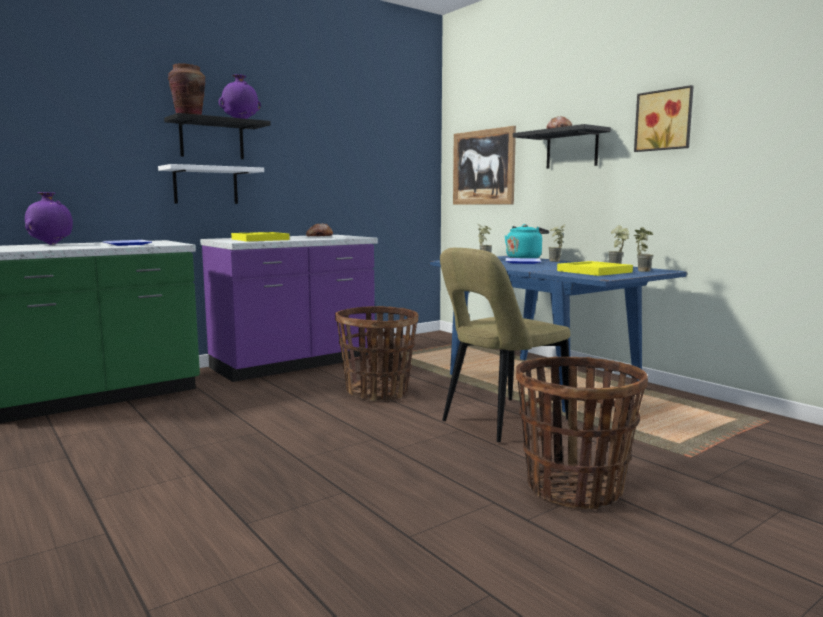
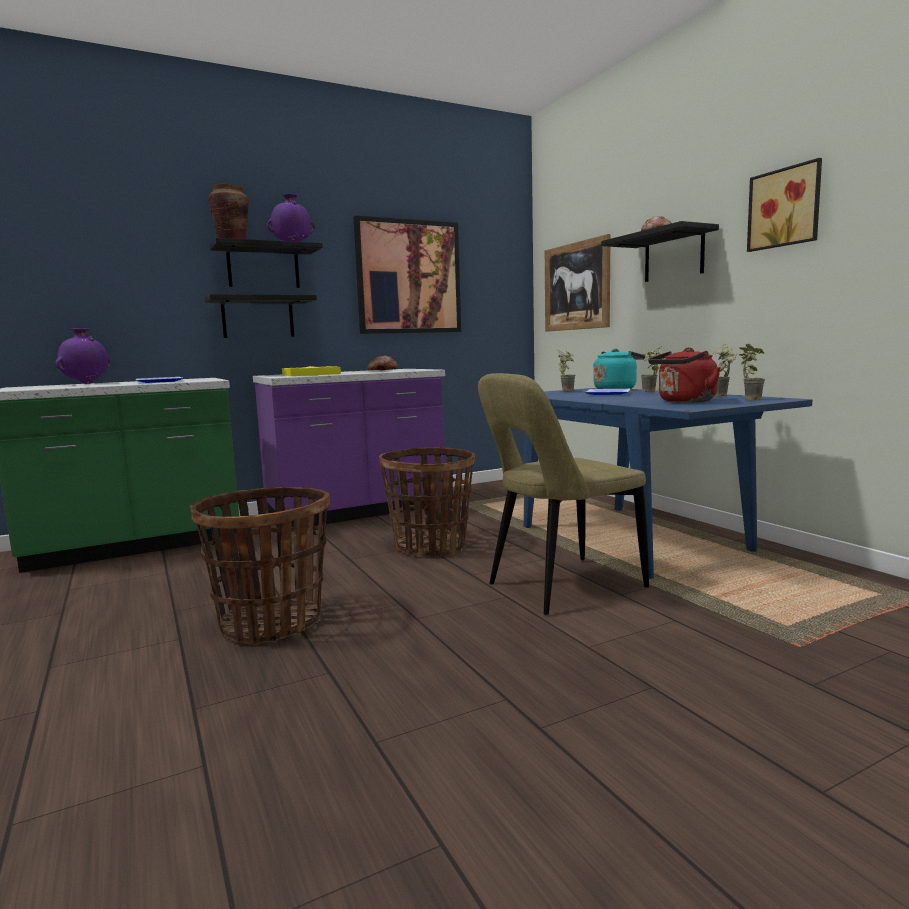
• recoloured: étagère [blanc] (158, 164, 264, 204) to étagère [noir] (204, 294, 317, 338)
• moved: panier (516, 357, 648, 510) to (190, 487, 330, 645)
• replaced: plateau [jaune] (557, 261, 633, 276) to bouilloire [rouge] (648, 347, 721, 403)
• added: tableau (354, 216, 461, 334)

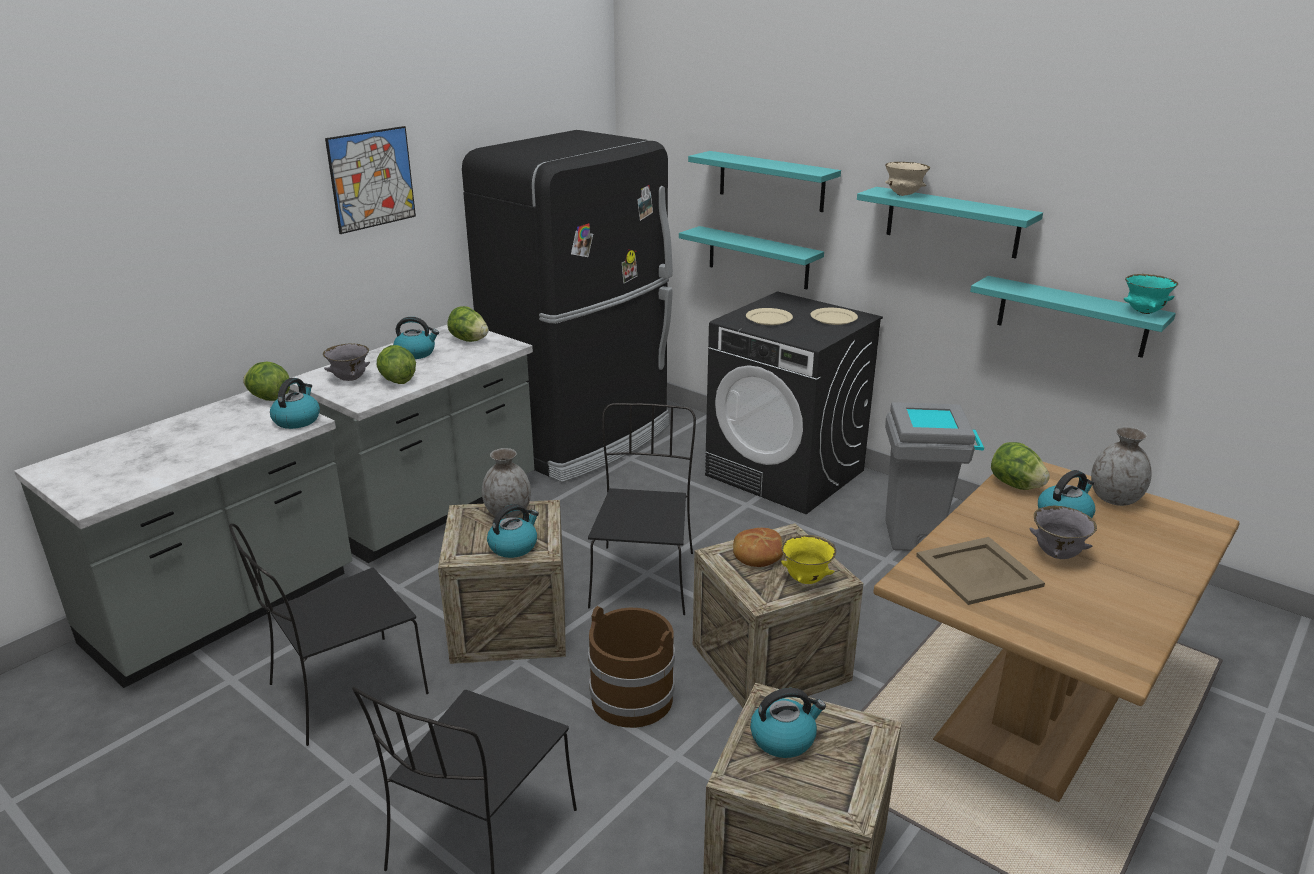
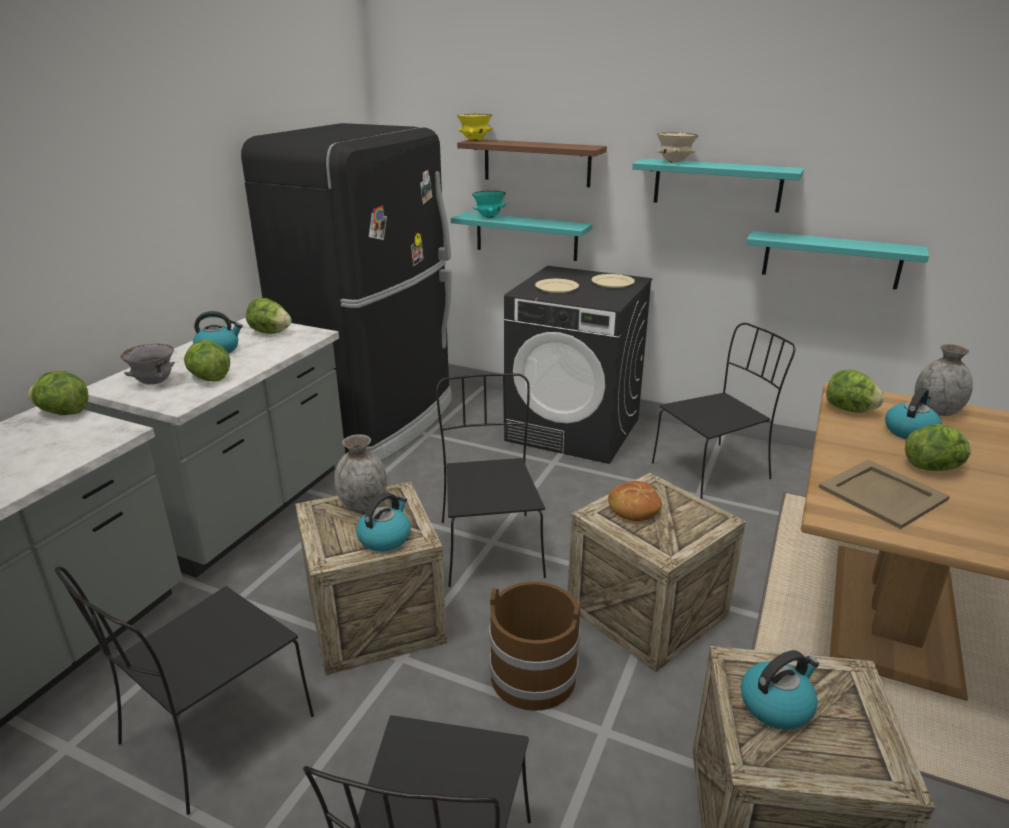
• removed: bouilloire (270, 378, 320, 429)
• removed: tableau (325, 126, 416, 234)
• recoloured: étagère [turquoise] (688, 151, 841, 212) to étagère [marron] (457, 139, 607, 187)
• moved: bol [jaune] (781, 535, 836, 584) to (457, 114, 493, 141)
• replaced: poubelle [gris] (885, 402, 984, 551) to chaise [noir] (652, 323, 795, 499)
• replaced: bol [gris] (1030, 506, 1097, 559) to laitue (905, 424, 971, 471)
• moved: bol [turquoise] (1124, 274, 1178, 314) to (472, 190, 507, 218)

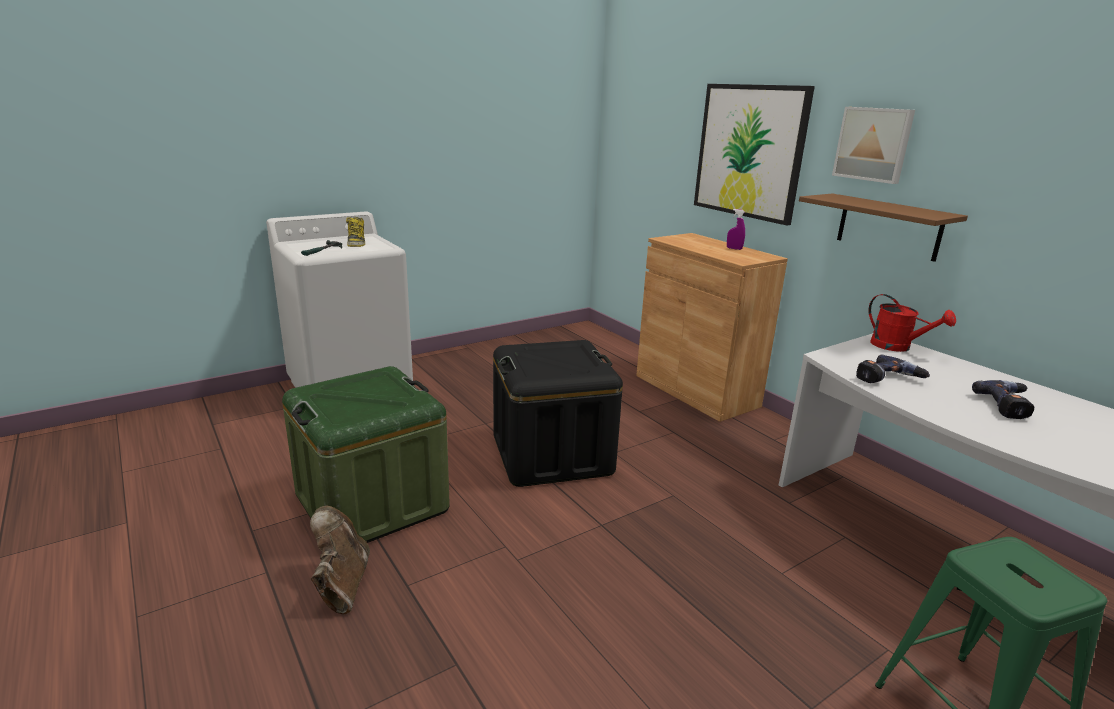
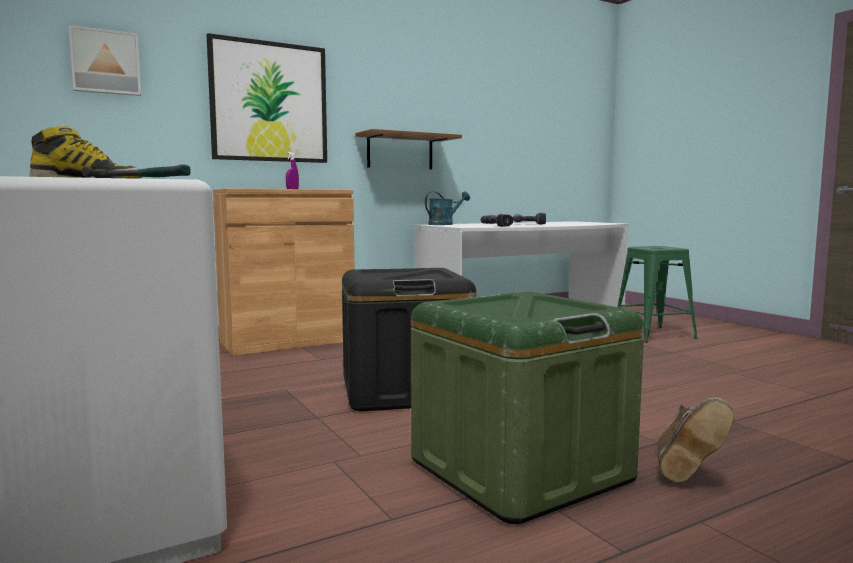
• turned: botte [marron] (310, 506, 370, 615) = (657, 397, 734, 482) 75 degrees counterclockwise
• moved: tableau (832, 107, 915, 184) to (68, 25, 141, 96)
• recoloured: arrosoir [rouge] (868, 294, 956, 352) to arrosoir [turquoise] (425, 191, 470, 225)

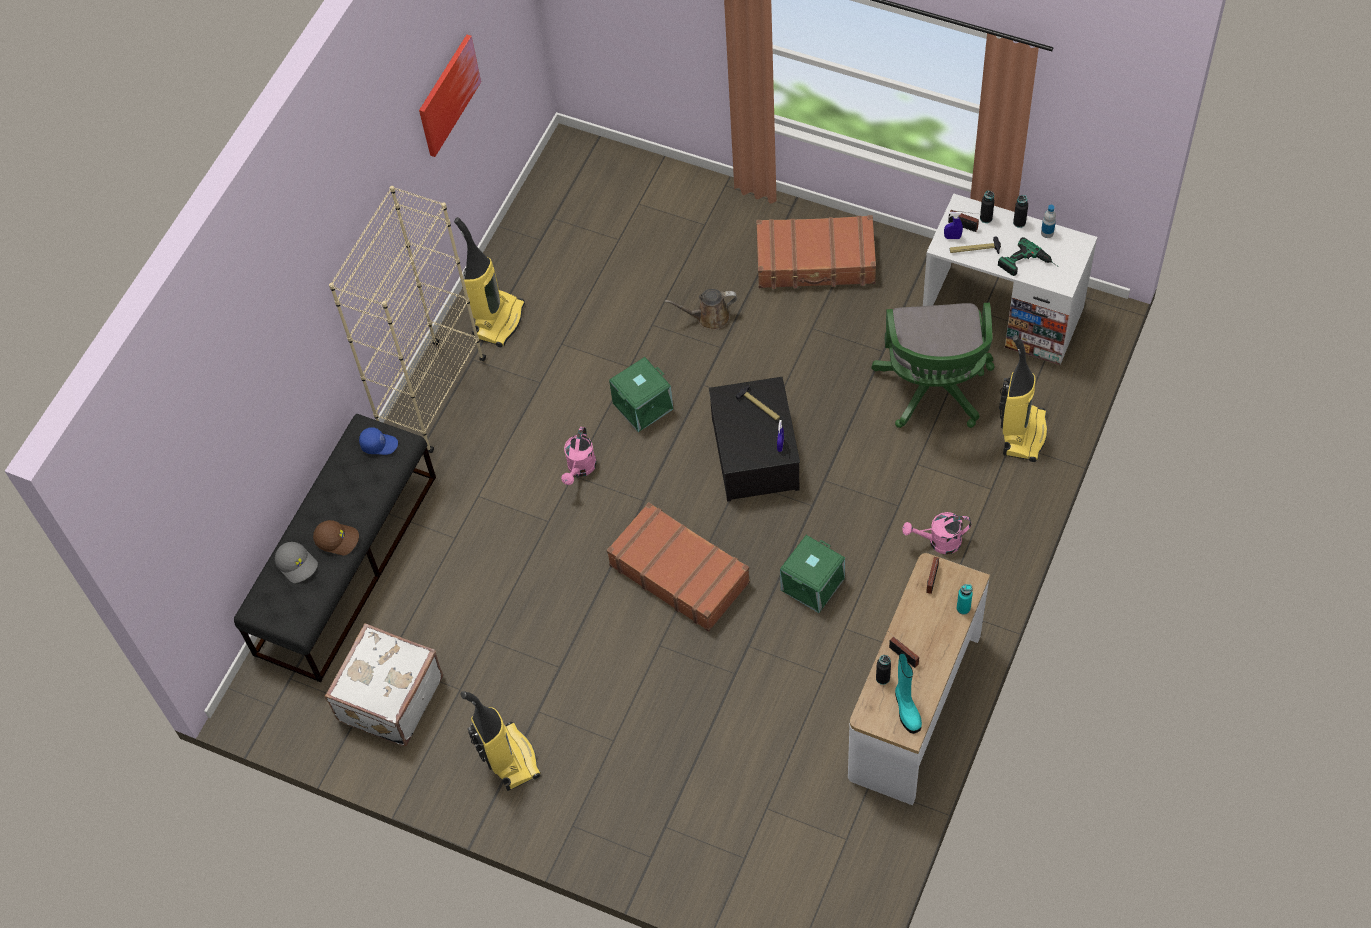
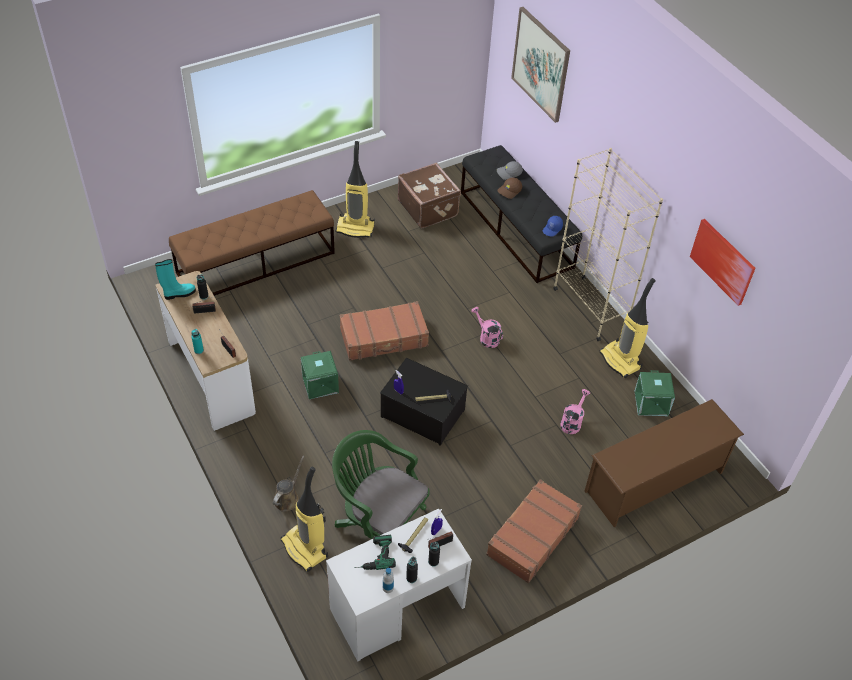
• recoloured: valise [blanc] (325, 623, 443, 746) to valise [marron] (398, 163, 461, 229)
• moved: boîte de rangement [vert] (609, 357, 673, 432) to (635, 370, 675, 416)
• moved: arrosoir [marron] (665, 289, 737, 330) to (273, 456, 305, 512)
• turned: botte [turquoise] (895, 653, 922, 734) = (155, 259, 196, 300) 135 degrees clockwise
• moved: arrosoir [rose] (902, 512, 971, 554) to (560, 389, 590, 434)
• added: banc [marron] (169, 190, 335, 296)
• added: tableau (511, 7, 570, 123)
• added: étagère à chaussures [marron] (584, 399, 744, 527)

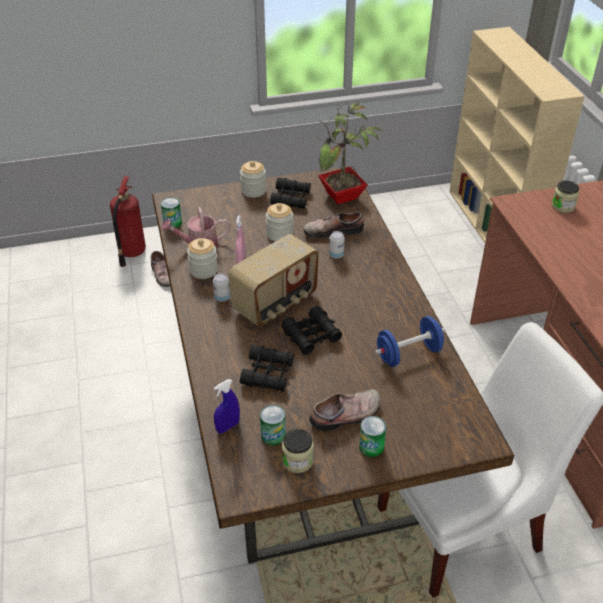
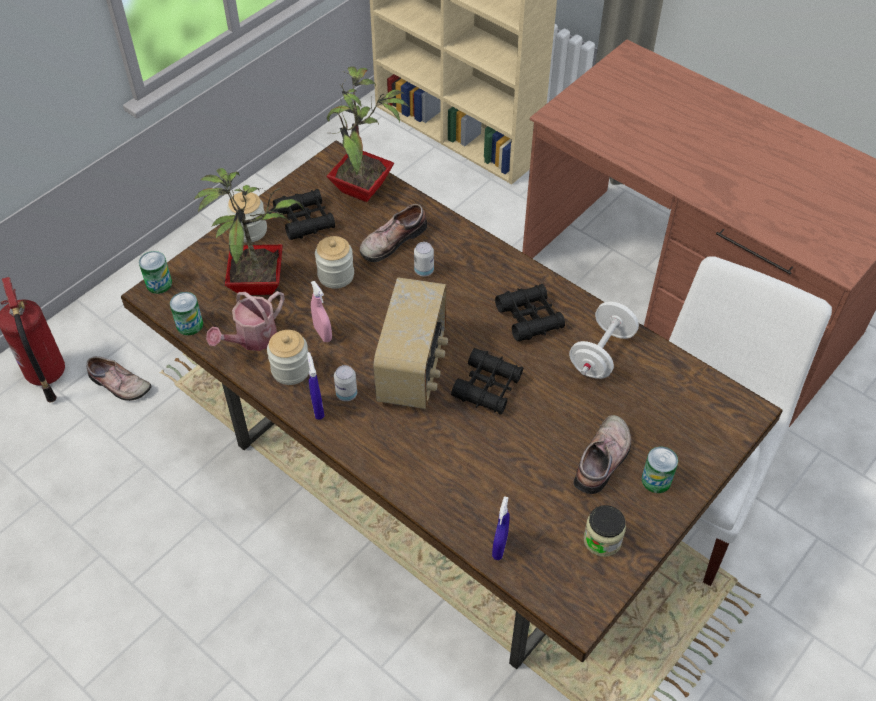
• moved: jumelles [noir] (240, 345, 294, 392) to (495, 284, 565, 341)
• moved: boîte métallique (260, 405, 286, 446) to (139, 251, 172, 294)
• recoloured: haltère [bleu] (374, 316, 445, 367) to haltère [blanc] (569, 302, 639, 379)
• removed: bocal (552, 181, 579, 213)
• added: plante en pot (194, 168, 304, 295)
• added: vaporisateur [bleu] (307, 352, 325, 420)

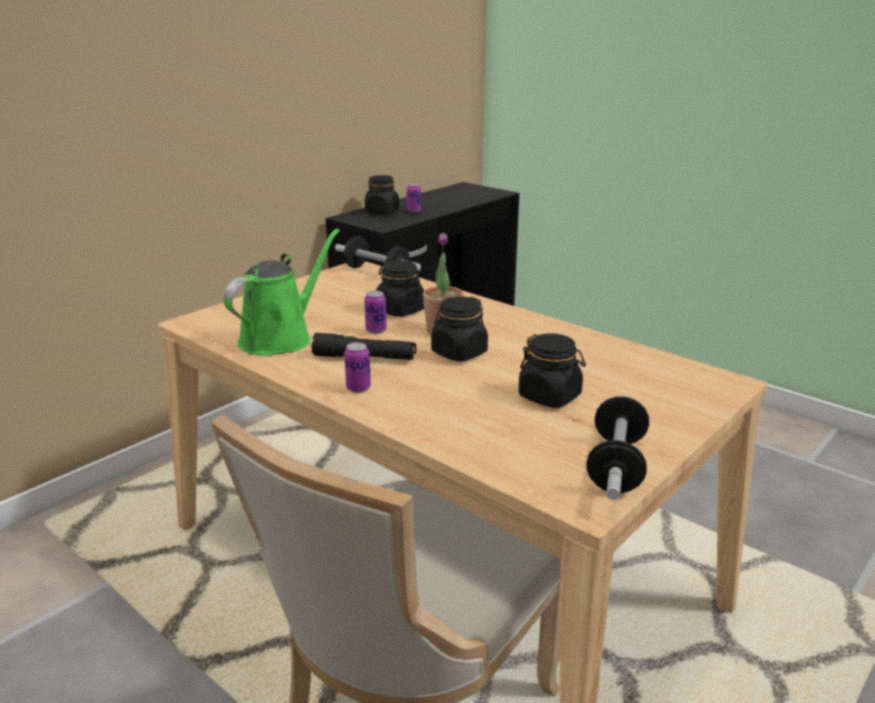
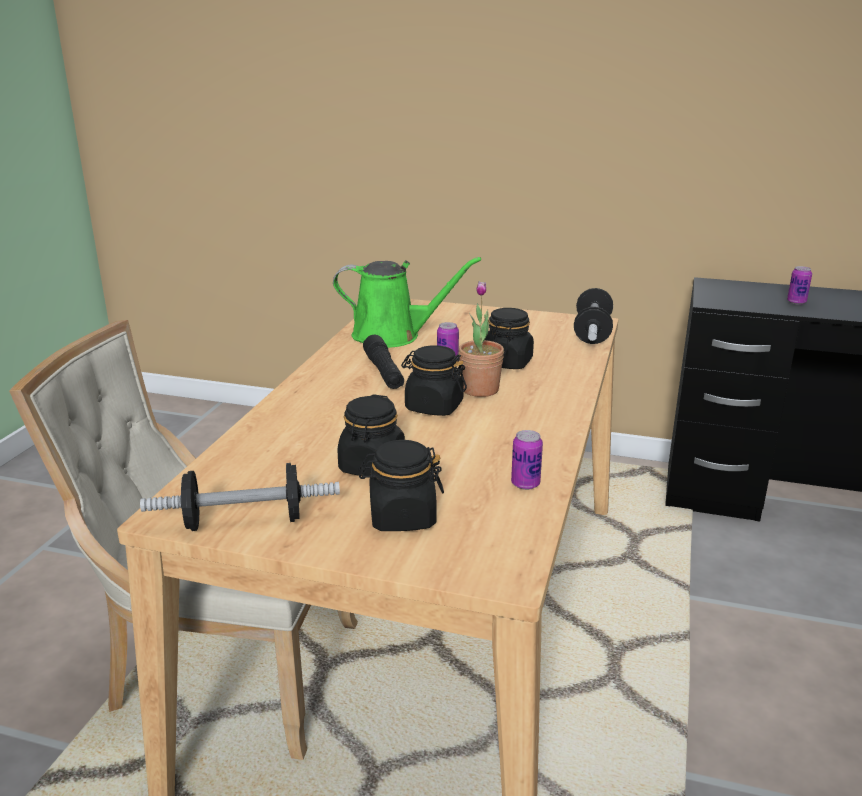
• moved: boîte métallique (344, 342, 371, 393) to (511, 430, 543, 490)
• moved: bocal [noir] (365, 175, 399, 214) to (359, 440, 444, 531)

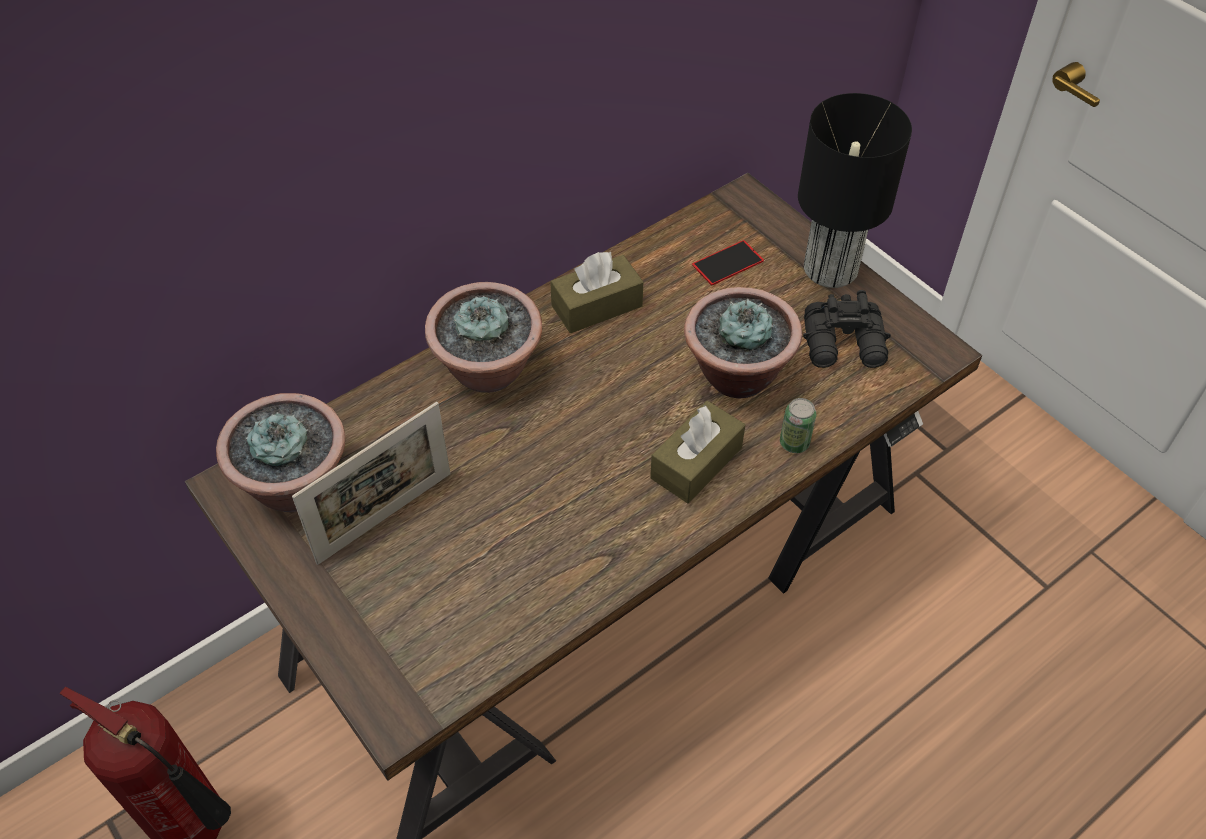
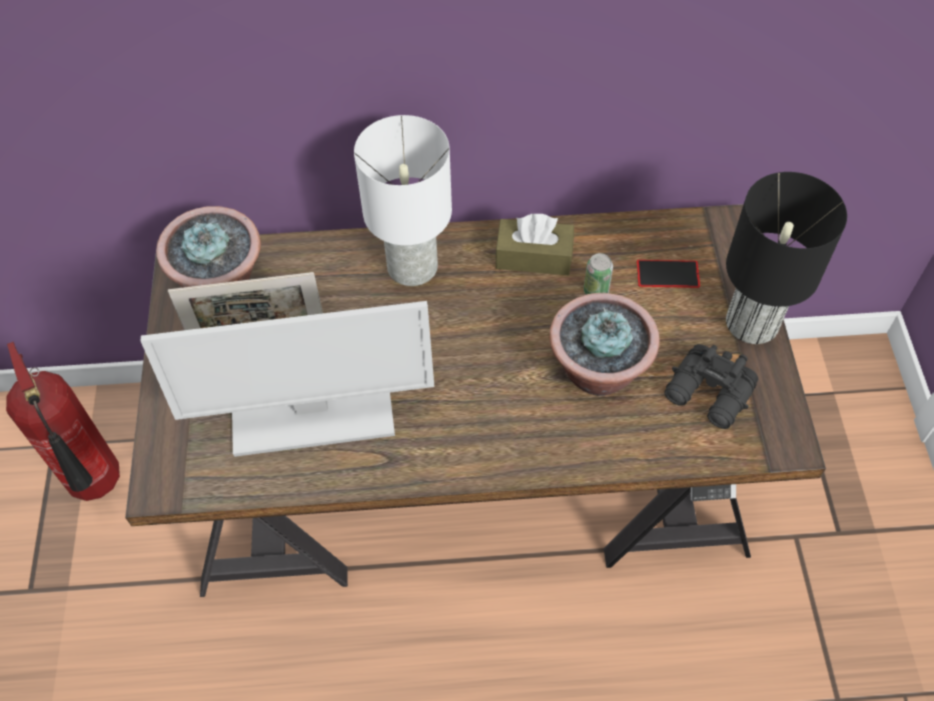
• replaced: plante en pot (425, 282, 542, 393) to lampe de table [blanc] (354, 115, 452, 286)
• removed: boîte à mouchoirs [marron] (650, 401, 745, 503)
• moved: boîte métallique (780, 398, 816, 453) to (584, 253, 613, 295)
• added: écran d'ordinateur (141, 301, 434, 457)

